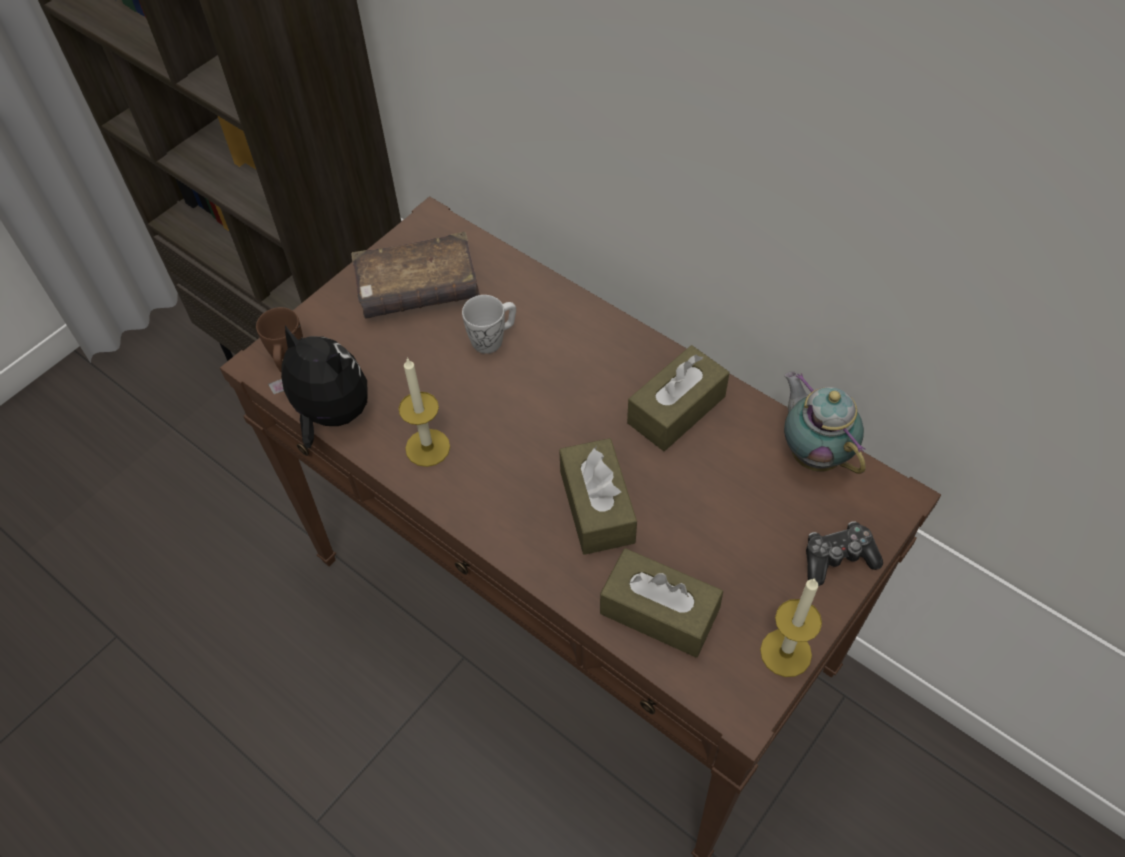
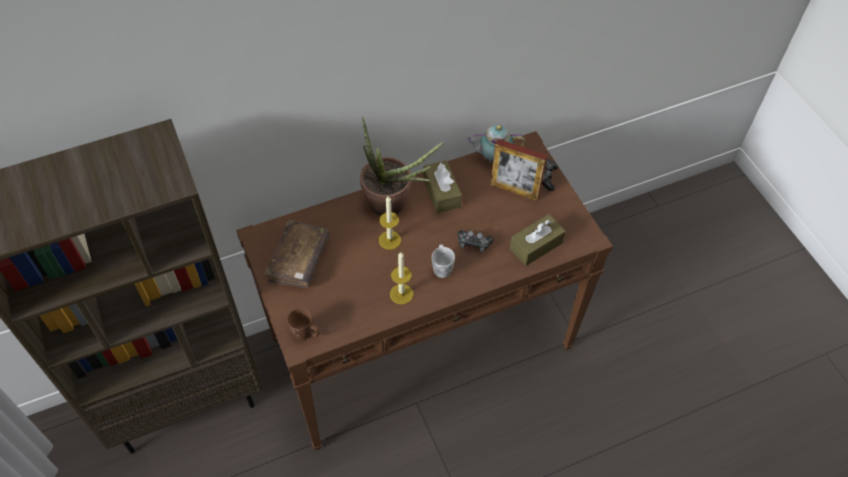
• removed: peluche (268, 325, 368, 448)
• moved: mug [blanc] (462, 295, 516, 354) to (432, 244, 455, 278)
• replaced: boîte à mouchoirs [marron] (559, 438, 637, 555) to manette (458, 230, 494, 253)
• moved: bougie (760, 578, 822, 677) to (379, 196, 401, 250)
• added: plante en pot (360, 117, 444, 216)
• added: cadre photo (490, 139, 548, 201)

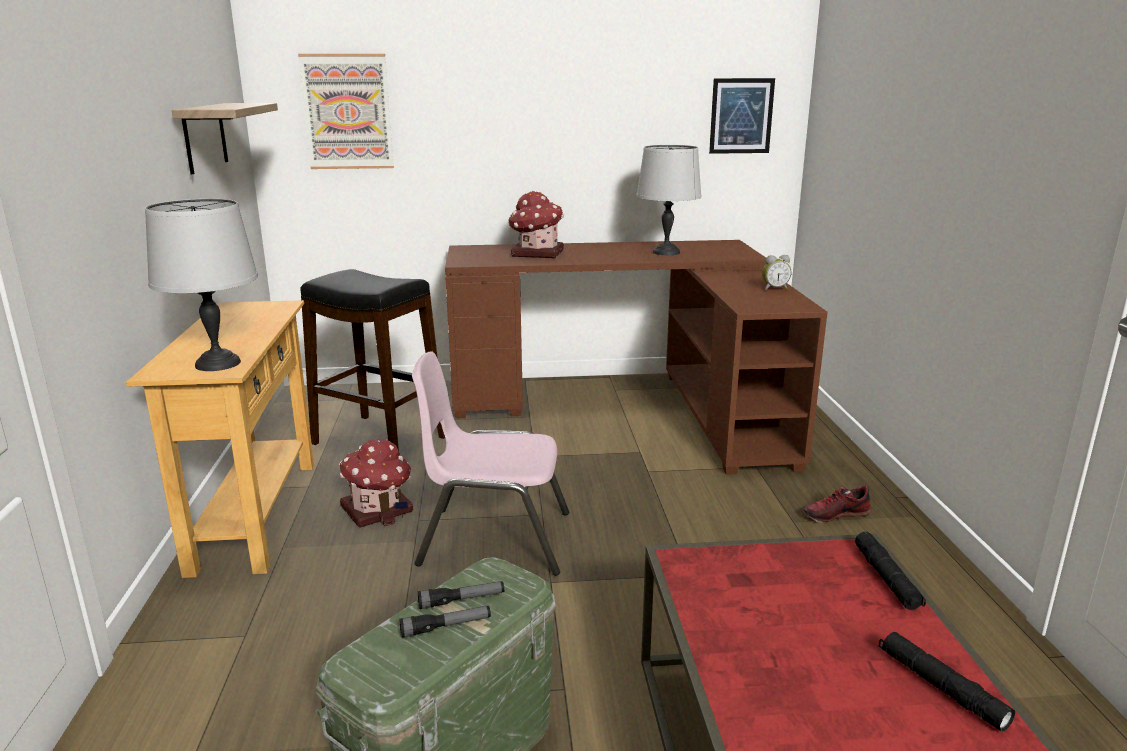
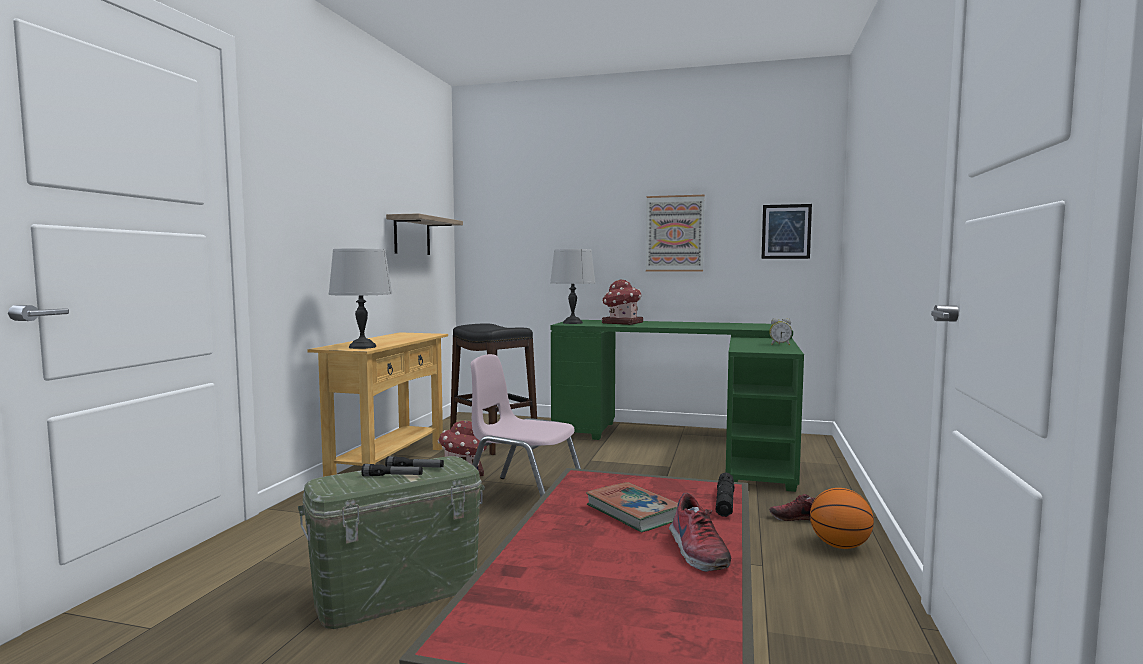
• moved: tableau (298, 54, 394, 169) to (646, 195, 705, 271)
• recoloured: bureau [marron] (445, 240, 828, 475) to bureau [vert] (551, 320, 804, 492)
• moved: lampe de table [gris] (636, 145, 701, 255) to (550, 249, 595, 324)
• replaced: lampe de poche [noir] (879, 632, 1015, 731) to chaussure (669, 493, 731, 572)
• added: livre (586, 482, 678, 532)
• added: ballon de basket (810, 488, 874, 549)

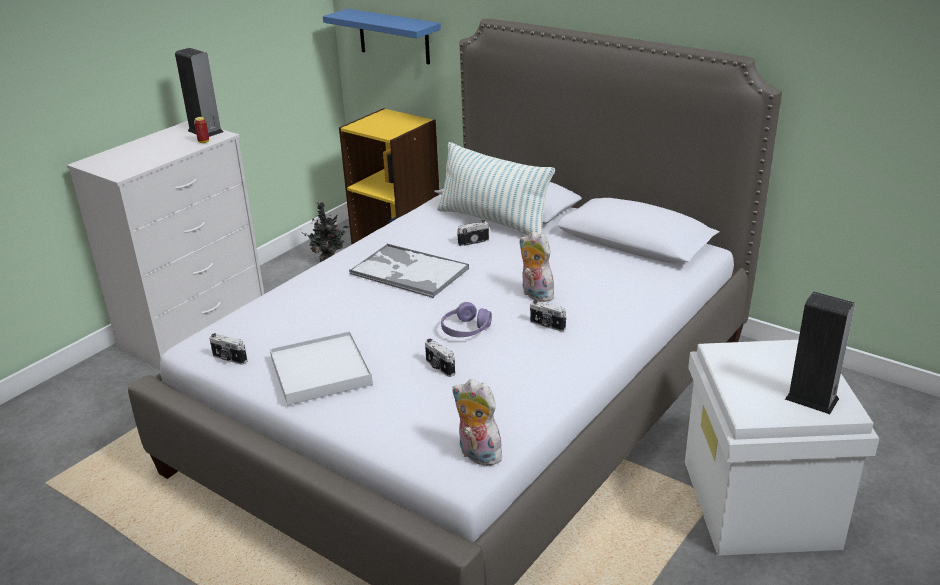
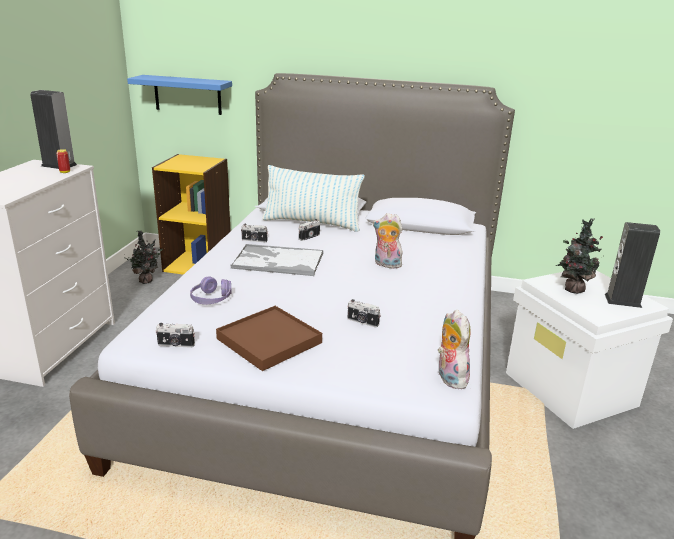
• recoloured: plateau [blanc] (270, 331, 373, 405) to plateau [marron] (216, 306, 322, 371)
• moved: casque audio [violet] (441, 302, 492, 337) to (190, 277, 232, 304)
• turned: peluche (453, 379, 508, 466) = (438, 310, 470, 389) 60 degrees clockwise
• moved: appareil photo (530, 300, 567, 332) to (241, 224, 268, 242)
• added: plante en pot (556, 218, 603, 294)

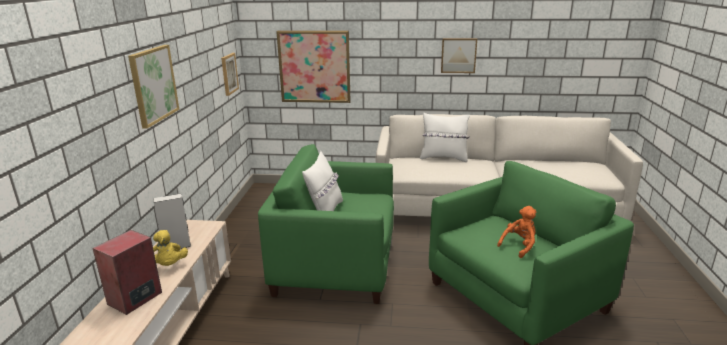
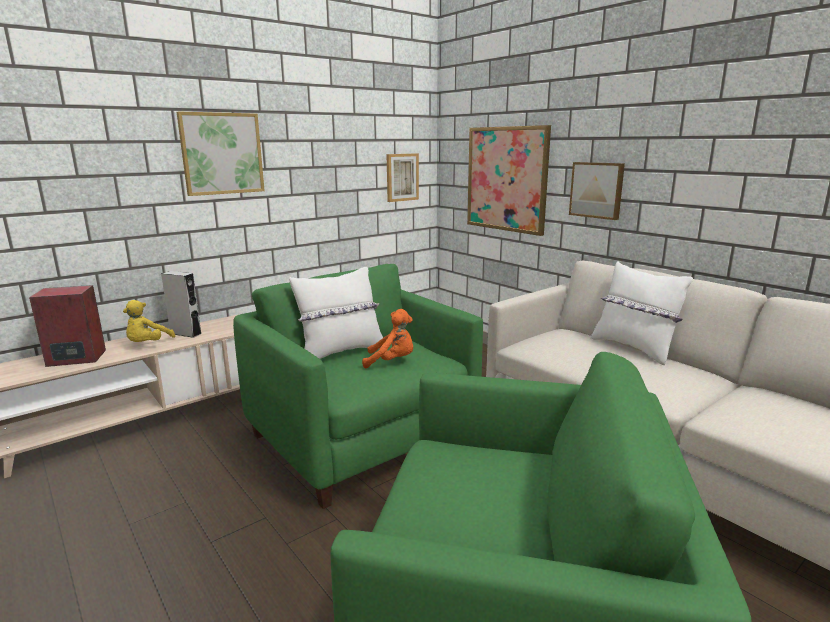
• moved: tableau (441, 38, 477, 73) to (569, 162, 625, 220)
• moved: peluche [orange] (497, 206, 536, 258) to (362, 309, 413, 368)

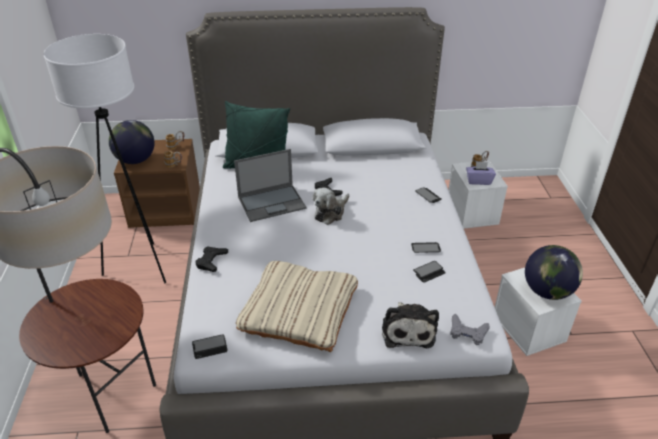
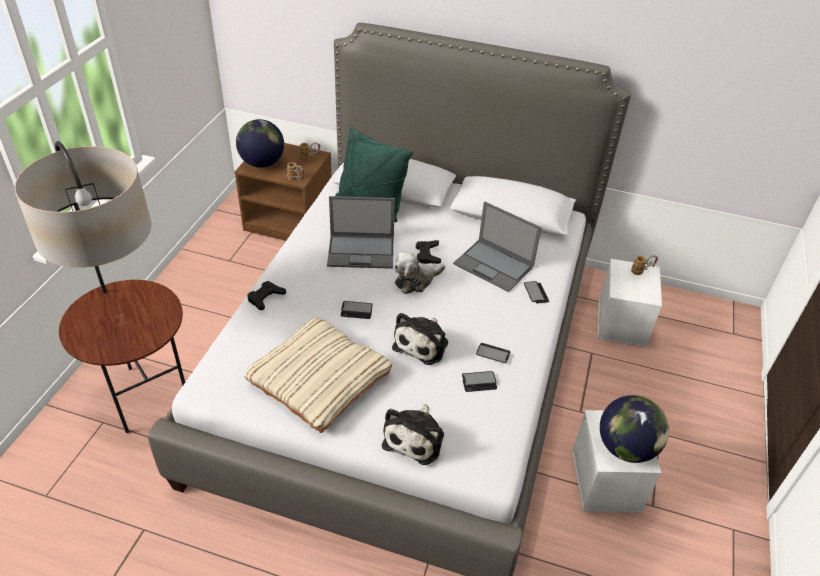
• removed: lampadaire [blanc] (43, 34, 166, 283)
• moved: téléphone (192, 334, 227, 359) to (341, 301, 373, 319)
• removed: manette [gris] (450, 314, 490, 345)
• removed: boîte à mouchoirs [violet] (466, 162, 496, 185)
• added: peluche (392, 313, 448, 365)
• added: ordinateur portable (453, 201, 542, 292)

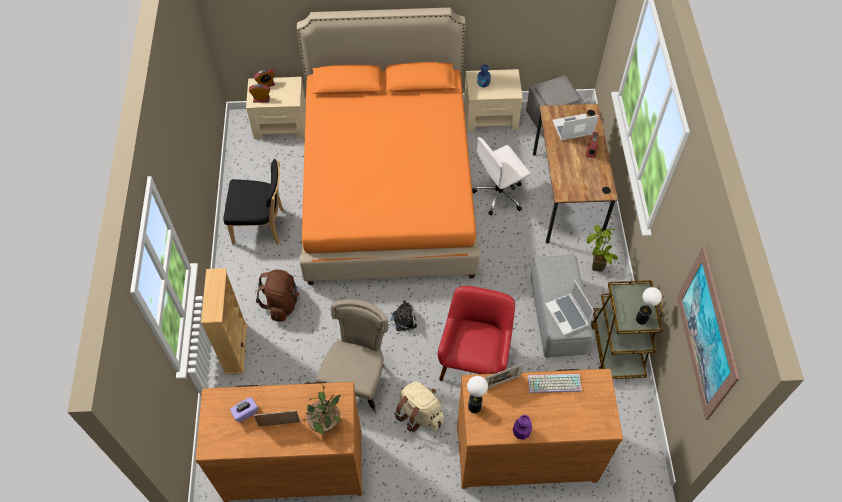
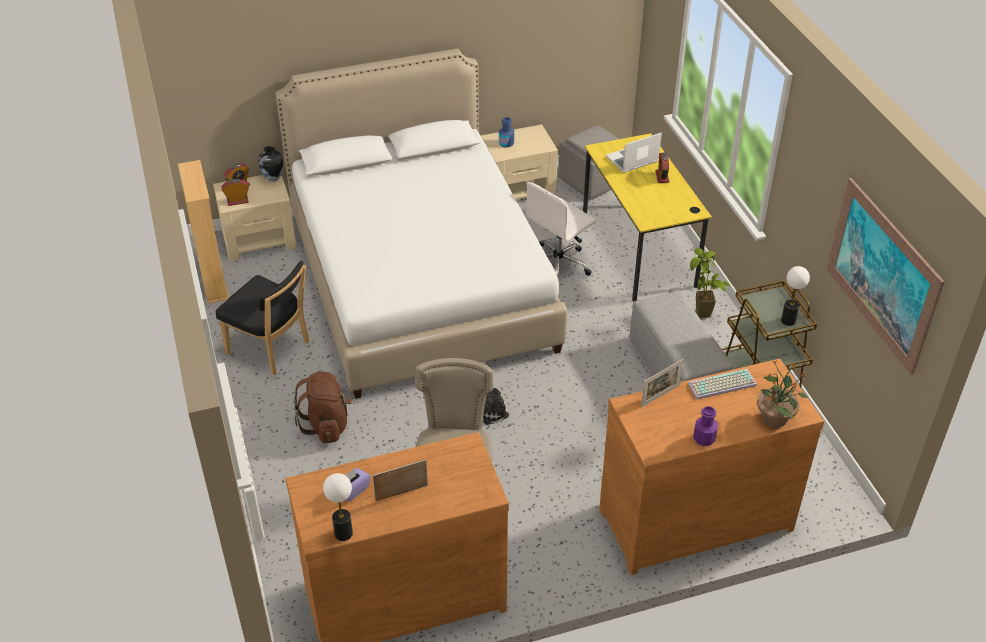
• moved: bibliothèque [beige] (201, 268, 247, 374) to (178, 160, 229, 304)
• turned: chaise [noir] (223, 159, 284, 245) = (216, 261, 309, 375) 45 degrees clockwise
• recoloured: lit [orange] (297, 7, 480, 285) to lit [blanc] (275, 48, 567, 399)
• moved: plante en pot (301, 385, 342, 435) to (757, 360, 808, 428)
• removed: sac à dos [beige] (394, 381, 444, 432)
• removed: fauteuil [rouge] (438, 286, 515, 381)
• moved: lampe de table (467, 376, 488, 413) to (323, 473, 353, 541)
• recoloured: bureau [marron] (533, 104, 618, 244) to bureau [jaune] (583, 133, 712, 302)
• removed: ordinateur portable (545, 279, 594, 335)
• added: vase (258, 146, 284, 182)

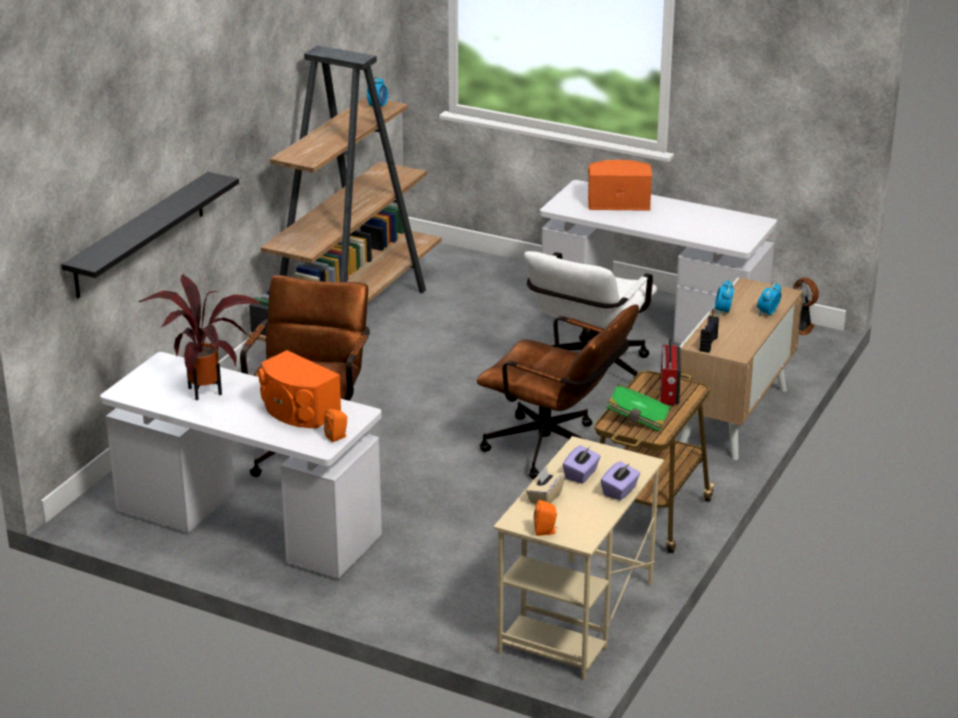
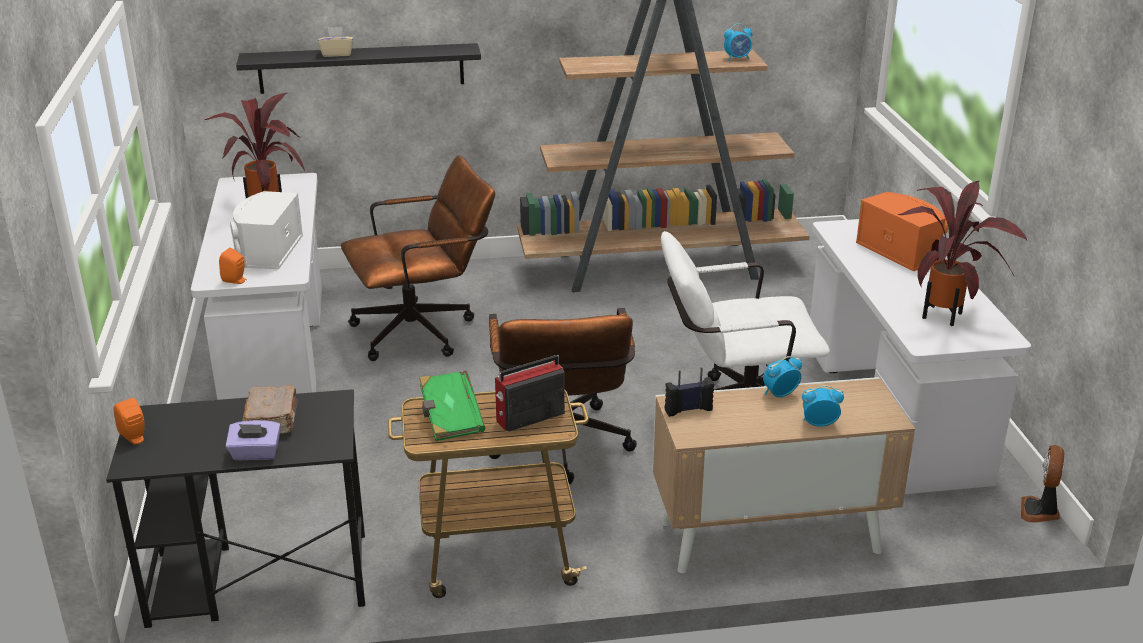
• recoloured: enceinte [orange] (258, 350, 341, 428) to enceinte [blanc] (230, 191, 303, 269)
• recoloured: bureau [beige] (493, 436, 664, 680) to bureau [noir] (106, 389, 365, 628)
• moved: boîte à mouchoirs [beige] (526, 466, 565, 504) to (318, 27, 353, 57)
• replaced: boîte à mouchoirs [violet] (563, 445, 601, 484) to livre [marron] (243, 385, 298, 434)
• added: plante en pot (897, 181, 1027, 326)

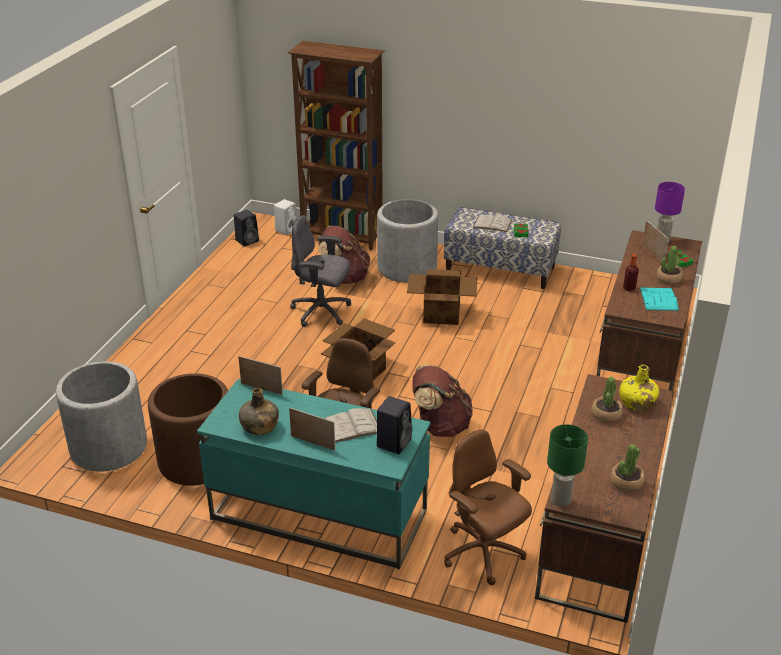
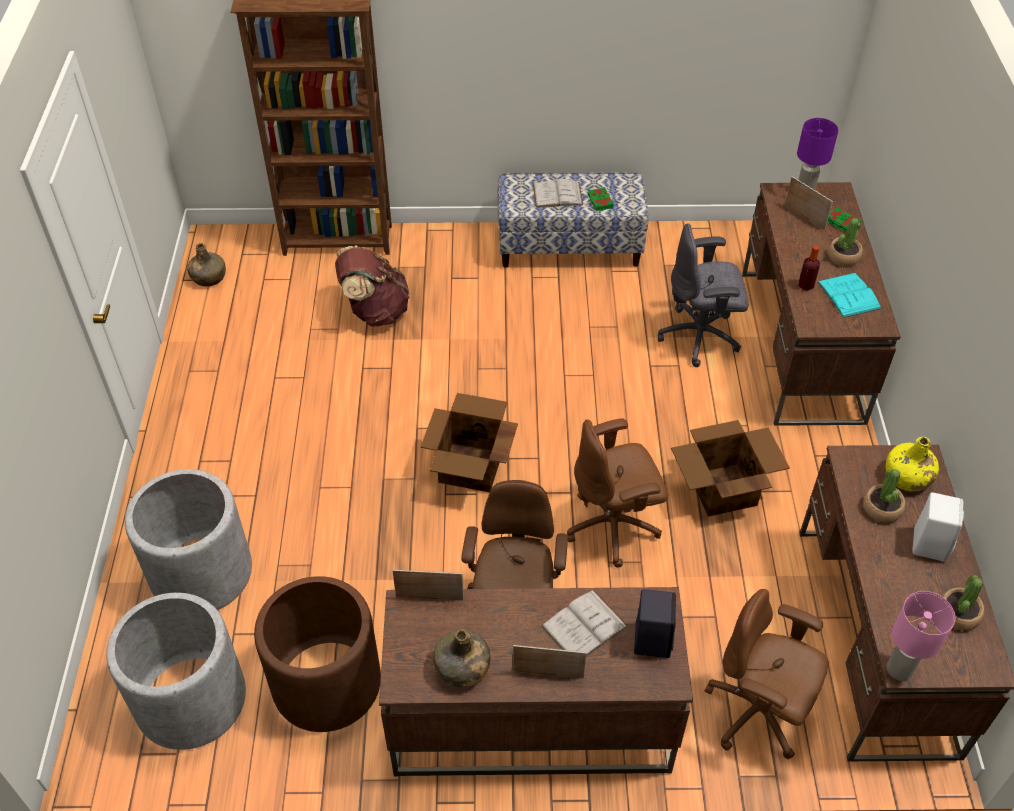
• recoloured: bureau [turquoise] (197, 379, 430, 570) to bureau [marron] (379, 587, 693, 777)
• replaced: enceinte [noir] (234, 210, 259, 246) to bouteille [vert] (187, 243, 226, 286)
• moved: enceinte [blanc] (274, 199, 297, 235) to (912, 492, 964, 562)
• moved: chaise de bureau [gris] (290, 216, 351, 327) to (658, 223, 748, 367)
• moved: cache-pot [gris] (377, 199, 438, 282) to (125, 469, 252, 610)
• moved: carton (407, 269, 477, 325) to (671, 420, 790, 517)
• replaced: sac à dos [marron] (412, 364, 473, 437) to chaise de bureau [marron] (567, 419, 668, 568)
• recoloured: lampe de table [vert] (547, 424, 588, 507) to lampe de table [rose] (887, 591, 955, 681)

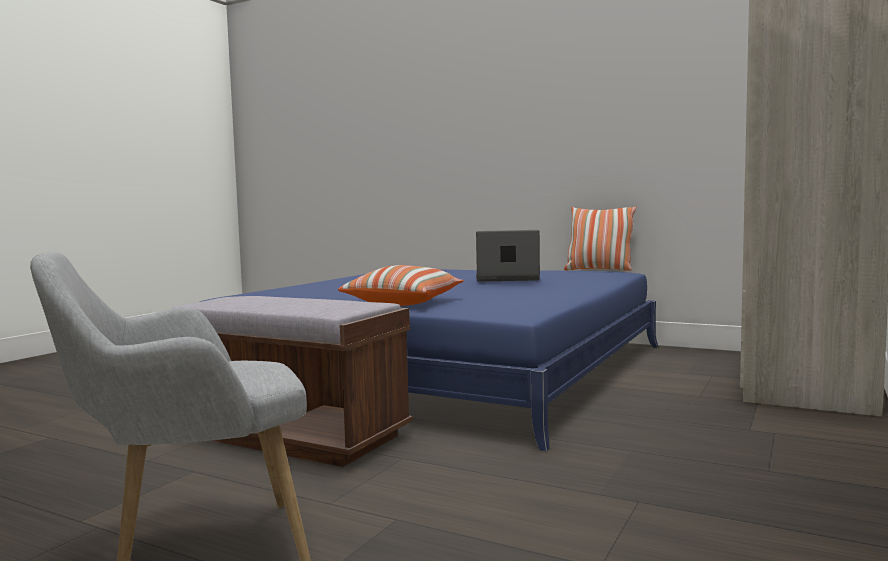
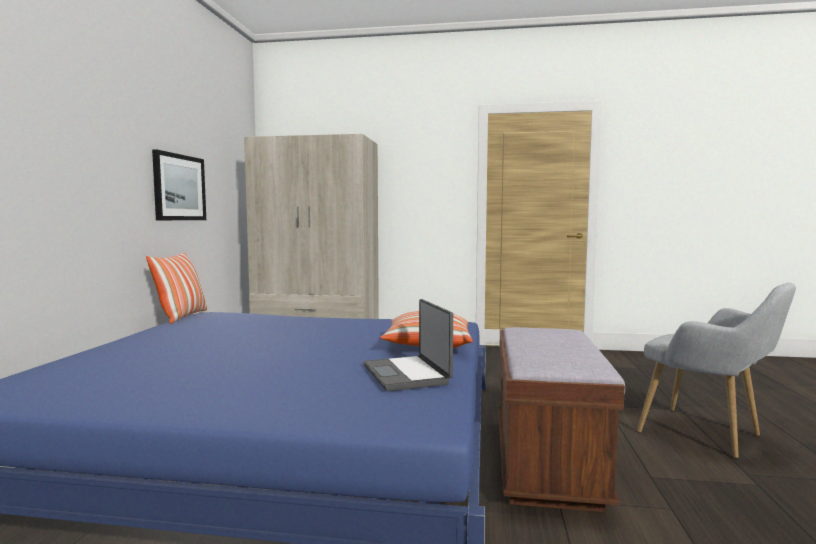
• moved: ordinateur portable (476, 230, 540, 282) to (363, 299, 453, 391)
• added: tableau (152, 149, 206, 220)

